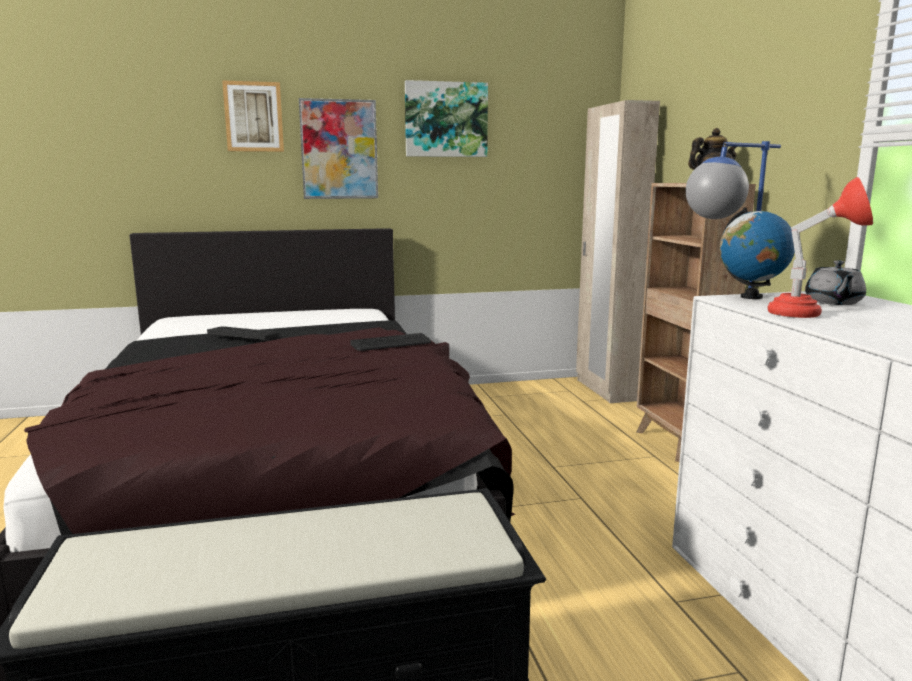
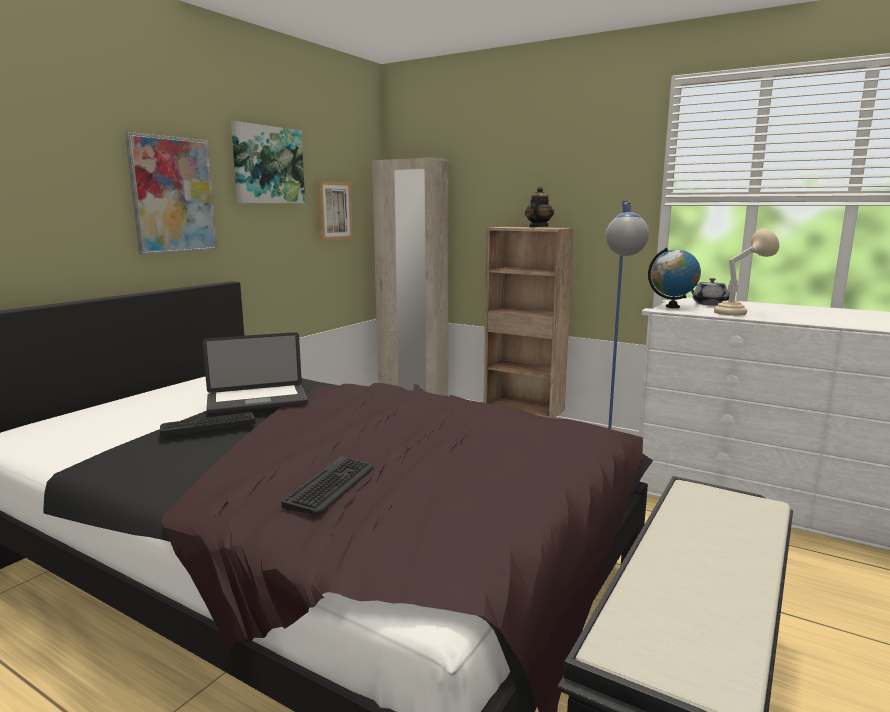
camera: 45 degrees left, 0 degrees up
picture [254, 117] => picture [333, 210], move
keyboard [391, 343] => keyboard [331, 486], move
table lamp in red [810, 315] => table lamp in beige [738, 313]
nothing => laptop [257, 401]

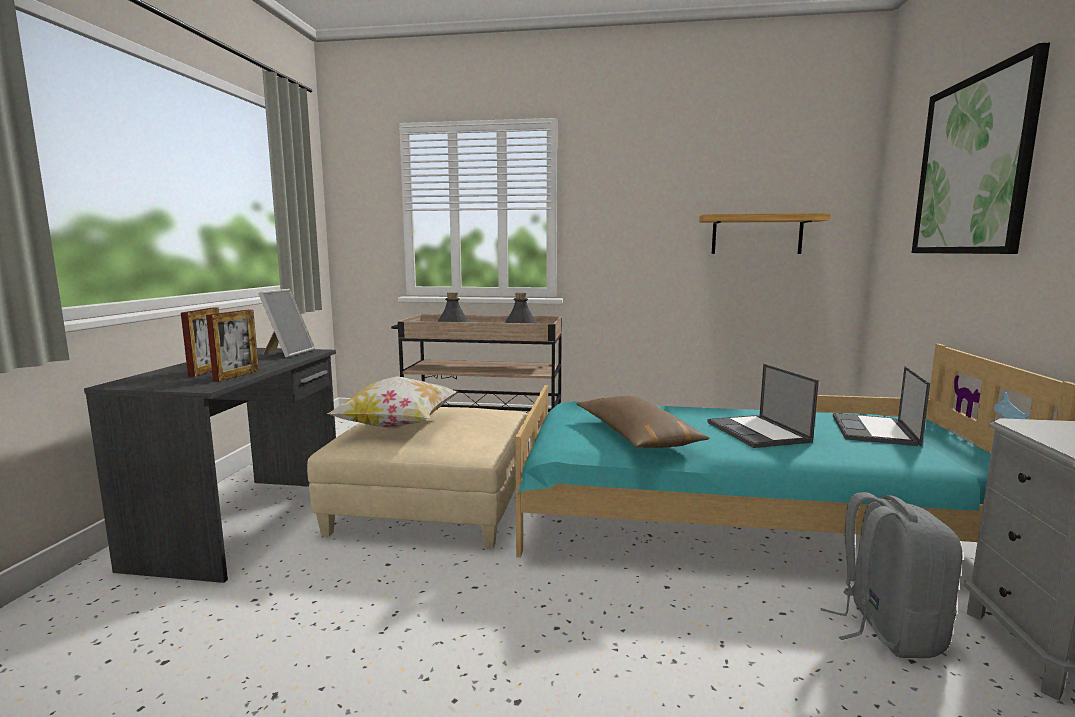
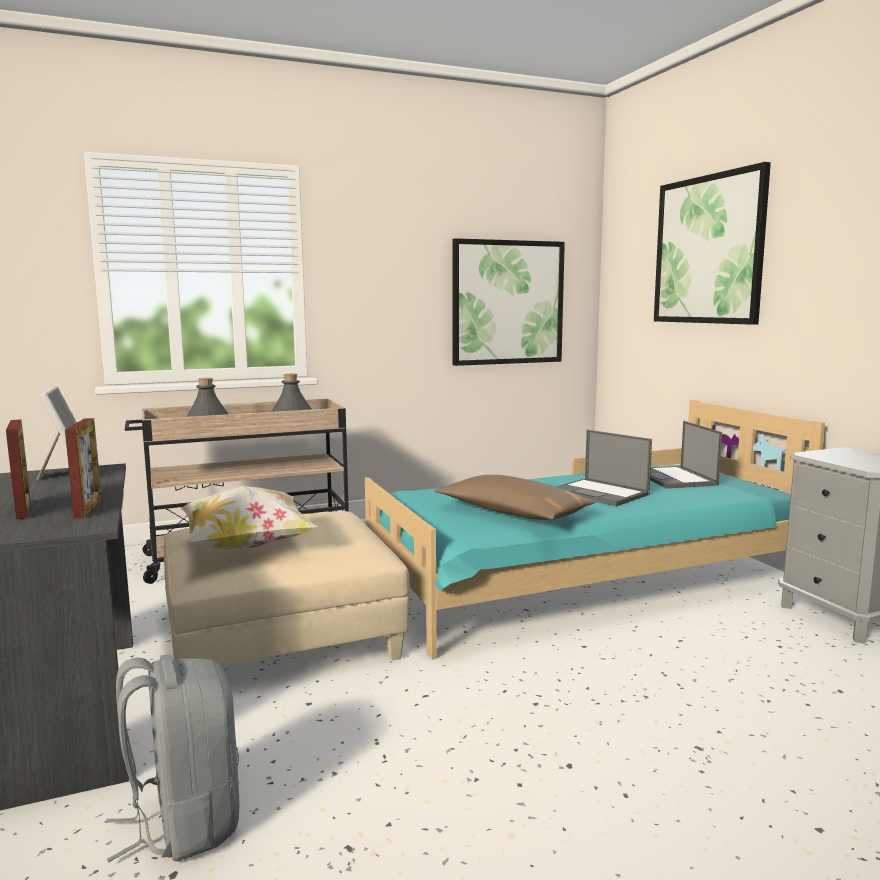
camera: 30 degrees left, 0 degrees up
shelf [756, 234] => picture [507, 302]
backpack in grey [886, 630] => backpack in grey [184, 822], move

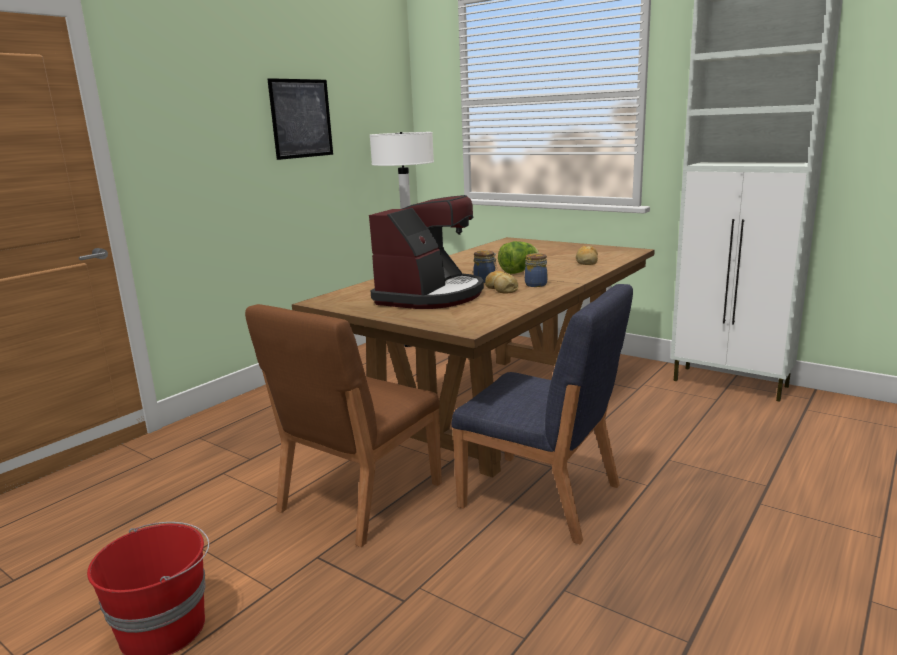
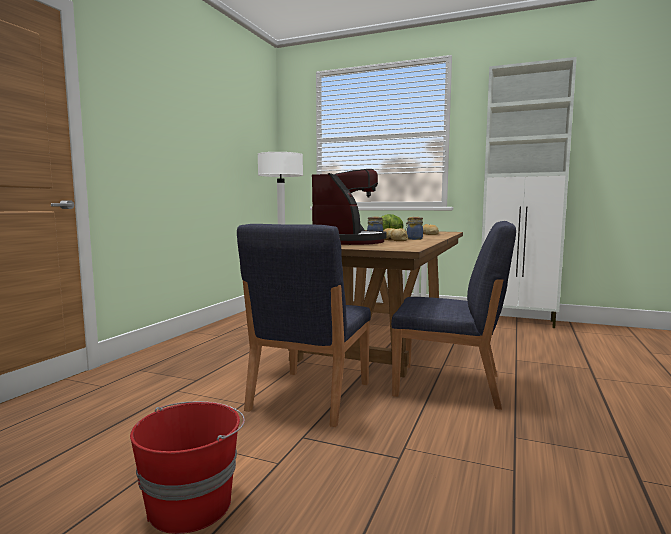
camera: 15 degrees left, 10 degrees down
chair in brown [358, 497] => chair in blue [309, 397]
picture [301, 118] => nothing

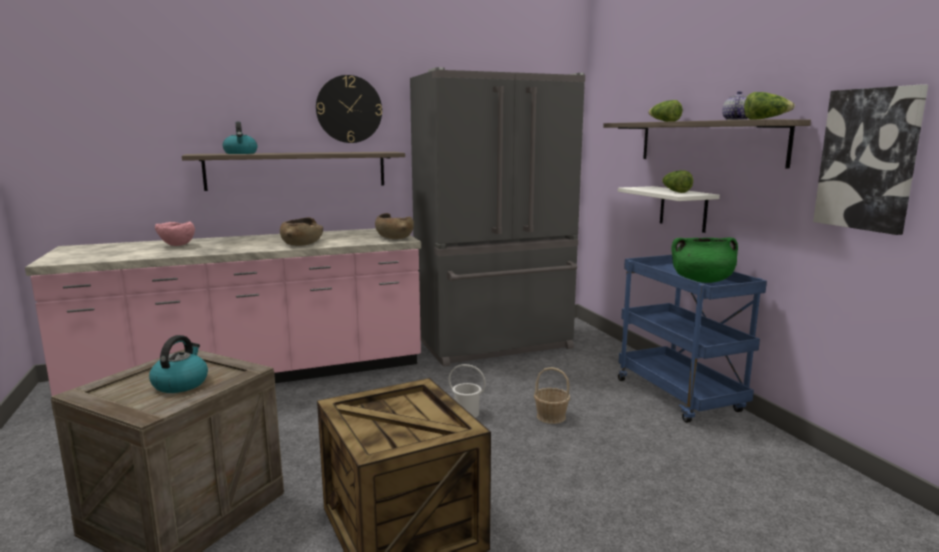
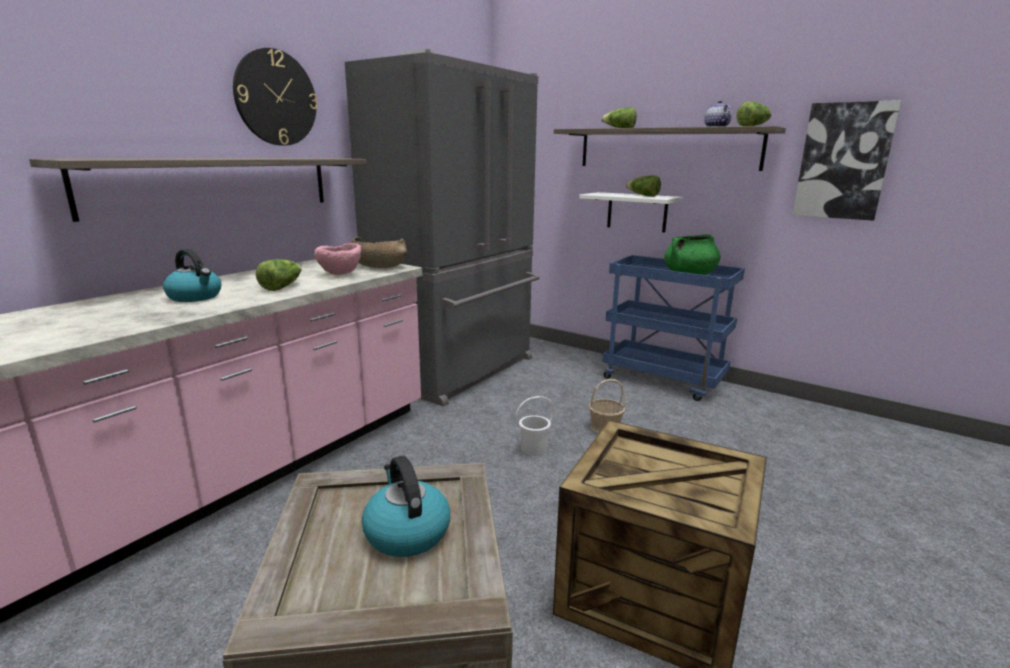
camera: 35 degrees left, 5 degrees up
bowl in pink [176, 246] => bowl in pink [340, 275], move
kettle [241, 153] => kettle [195, 297], move
bowl in brown [302, 243] => lettuce [282, 287]

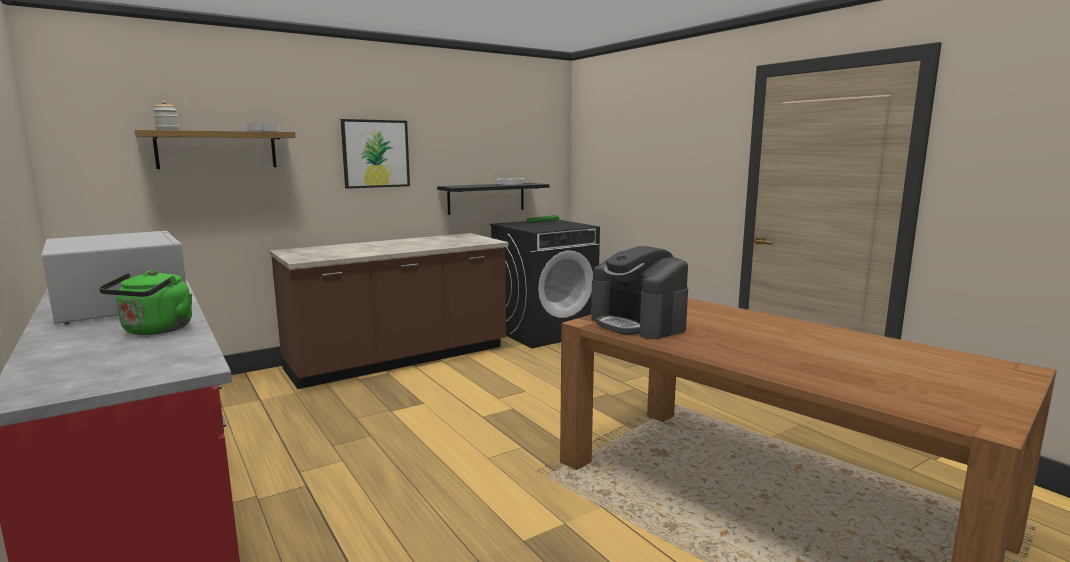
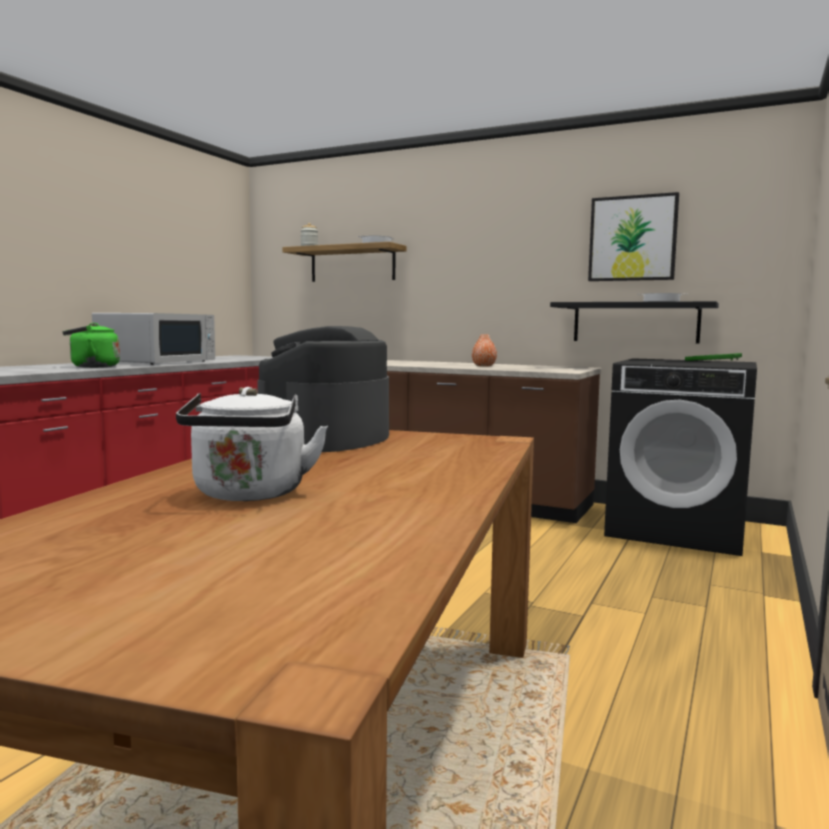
camera: 60 degrees right, 5 degrees down
picture [375, 153] => picture [632, 238], move
nothing => kettle in white [249, 495]
nothing => vase in orange [484, 366]

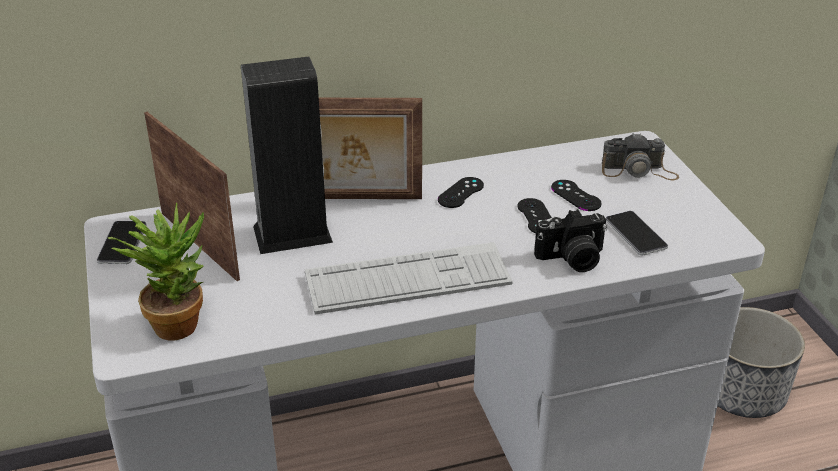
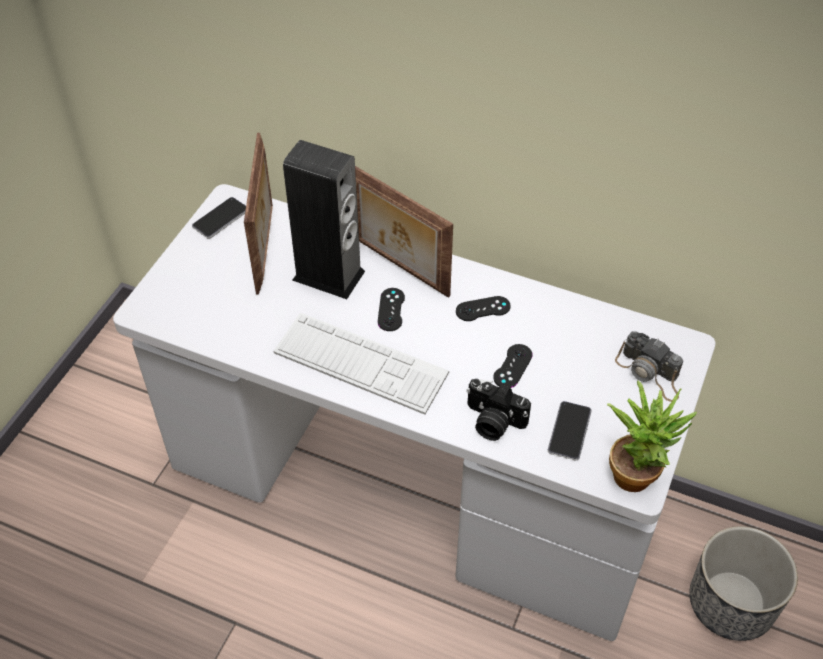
camera: 40 degrees right, 15 degrees up
potted plant [178, 320] => potted plant [637, 471], move
game controller in black [576, 196] => game controller in black [391, 309], move

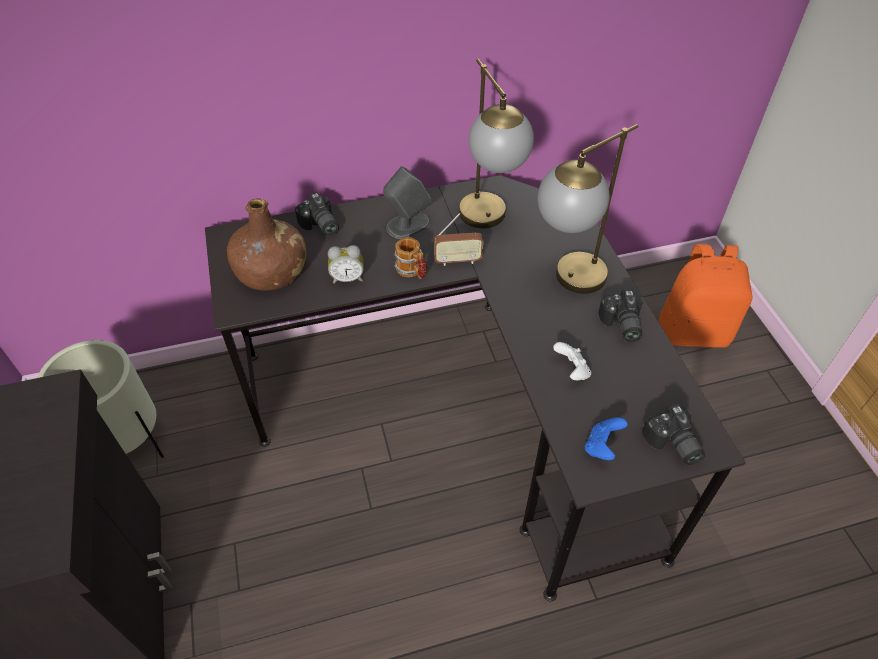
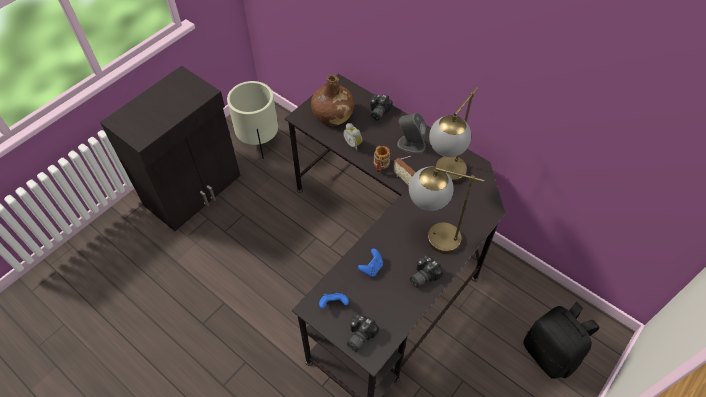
camera: 55 degrees right, 5 degrees up
game controller in white [571, 371] => game controller in blue [371, 268]
backpack in orange [694, 331] => backpack in black [550, 353]

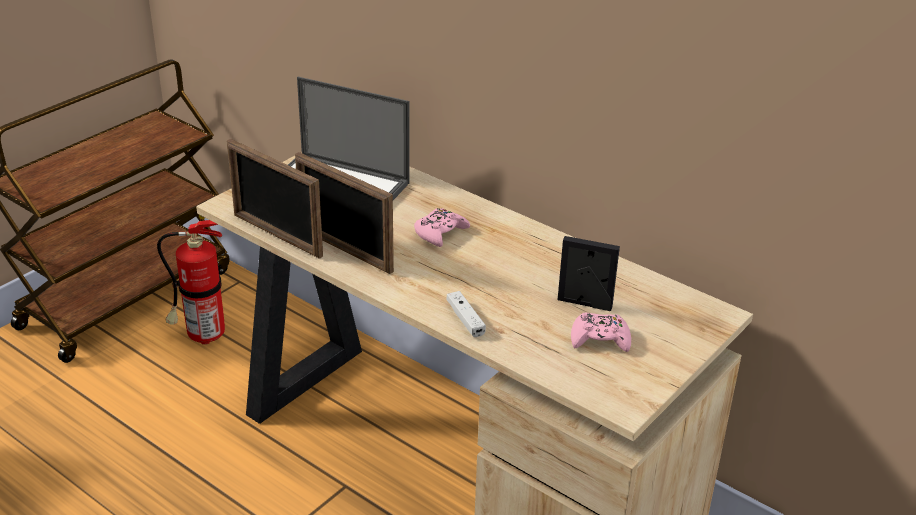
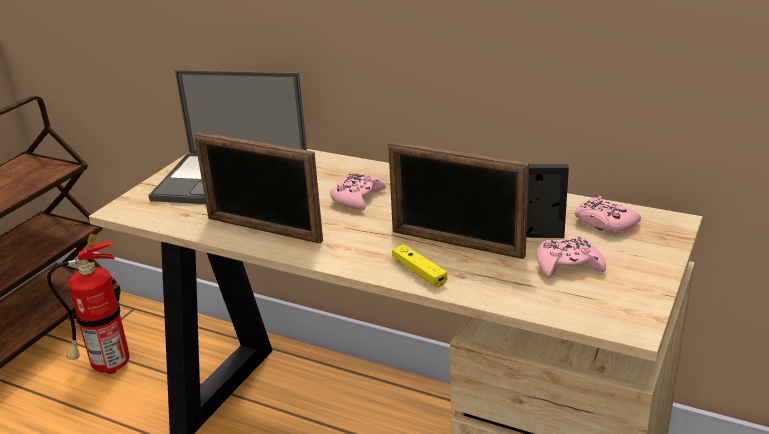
camera: 10 degrees left, 5 degrees down
picture frame [277, 235] => picture frame [456, 244], move
game controller in white [465, 319] => game controller in yellow [419, 272]
nothing => game controller in pink [604, 223]

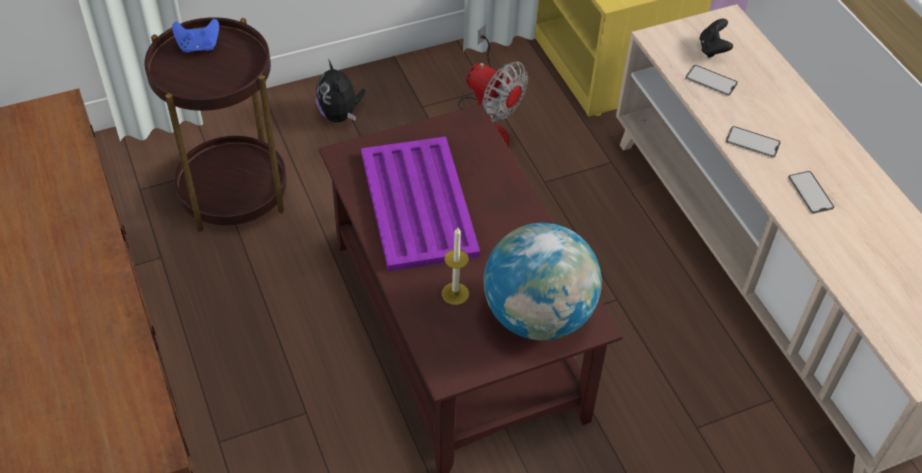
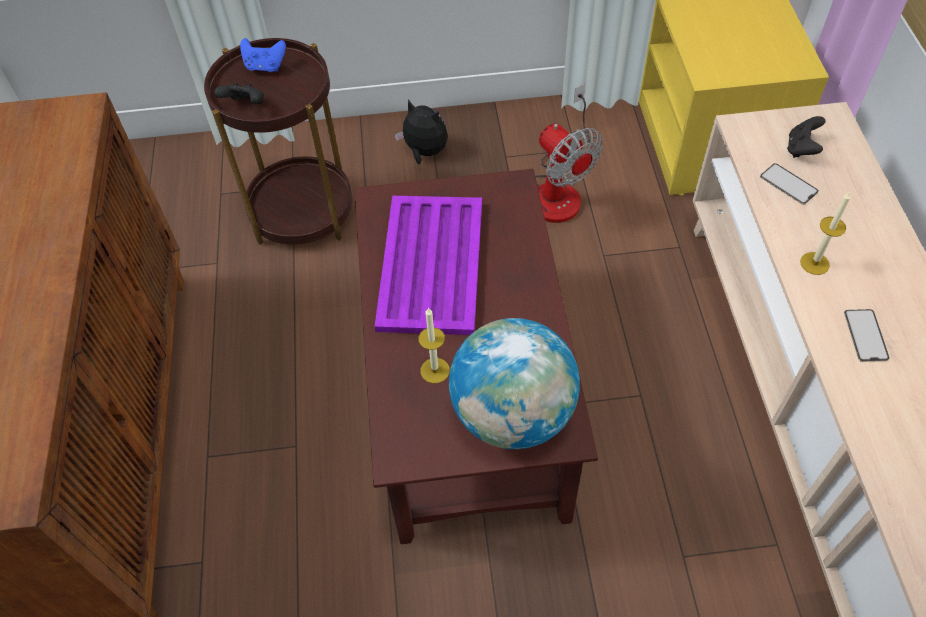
camera: 20 degrees right, 5 degrees up
plush toy [340, 115] => plush toy [424, 152], 120 degrees clockwise
phone [752, 142] => candle [814, 263]
nothing => game controller in black [245, 105]

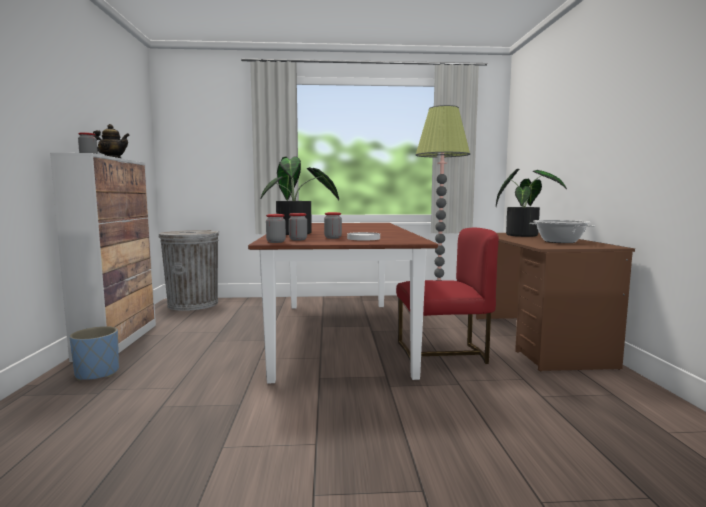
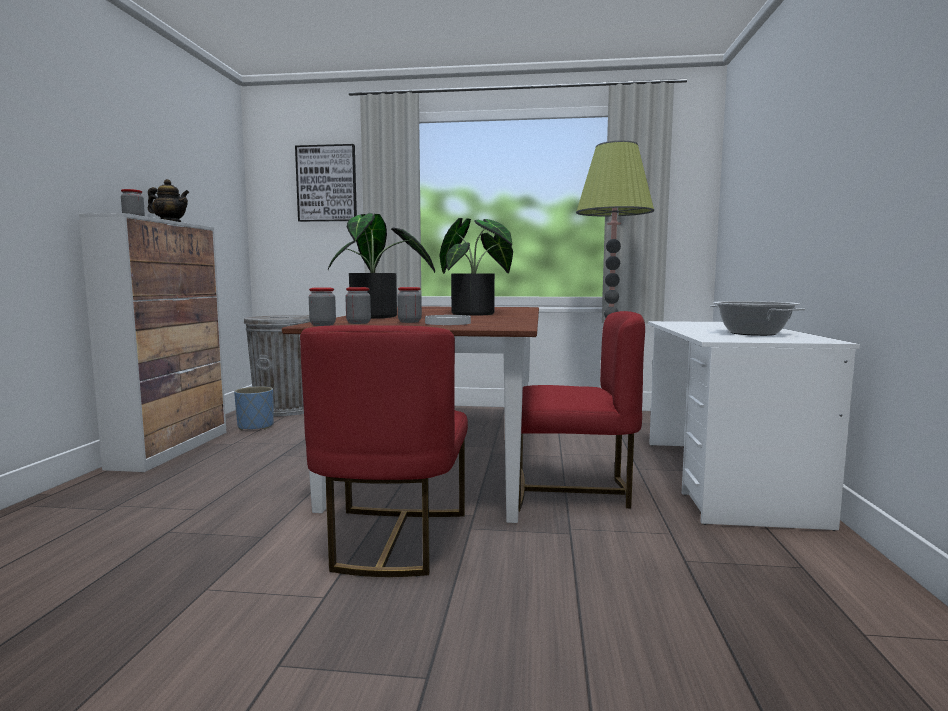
camera: 10 degrees right, 0 degrees up
planter in blue [97, 373] => planter in blue [256, 426], move
desk in brown [536, 340] => desk in white [723, 479]
potted plant [524, 235] => potted plant [478, 314], move
nothing => picture [327, 183]
nothing => chair in red [392, 540]

